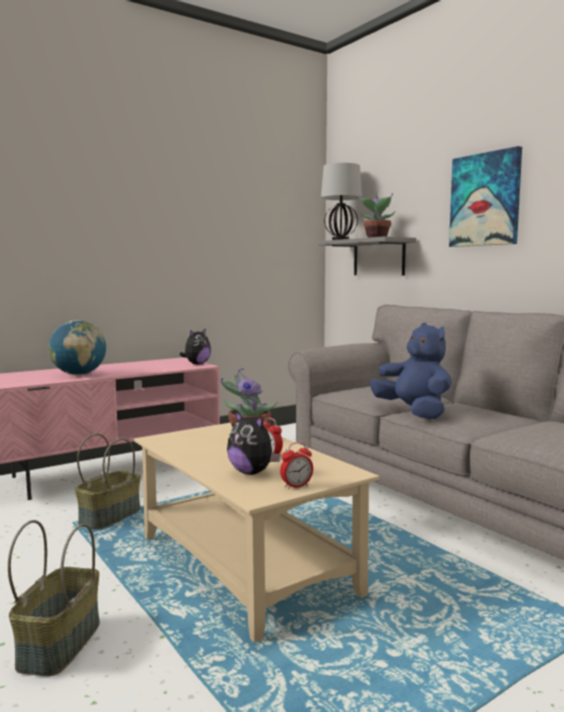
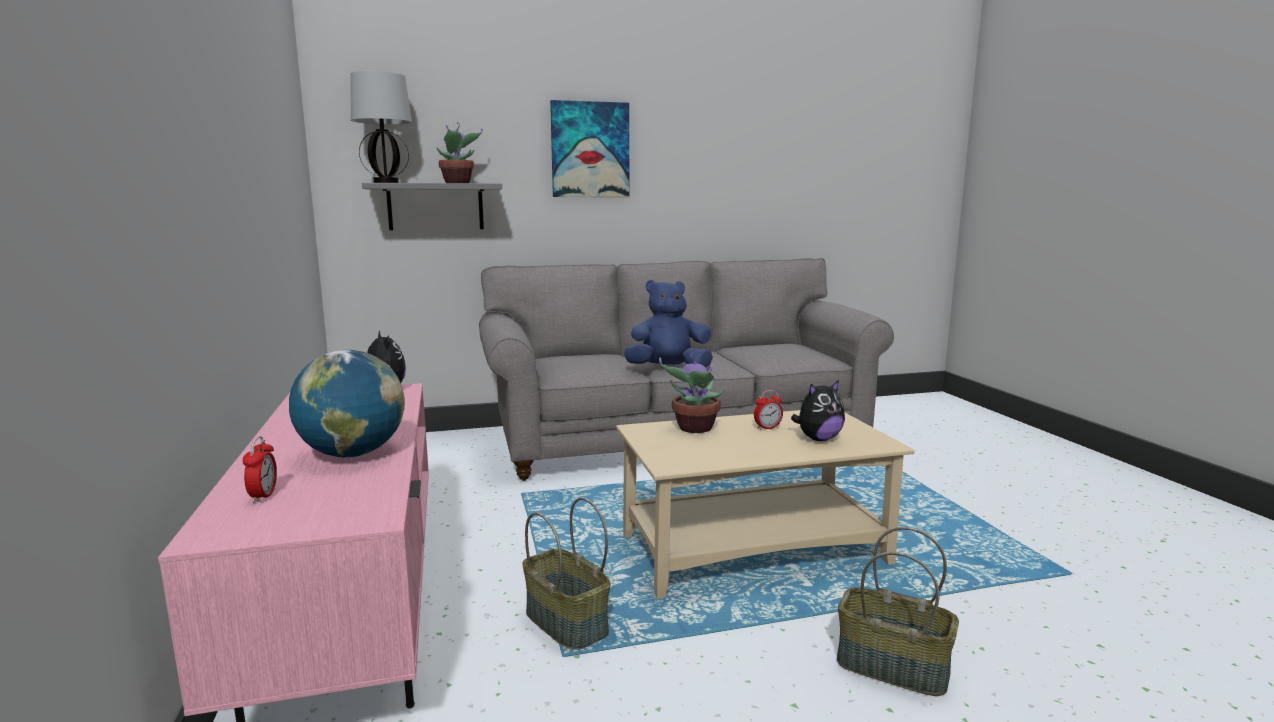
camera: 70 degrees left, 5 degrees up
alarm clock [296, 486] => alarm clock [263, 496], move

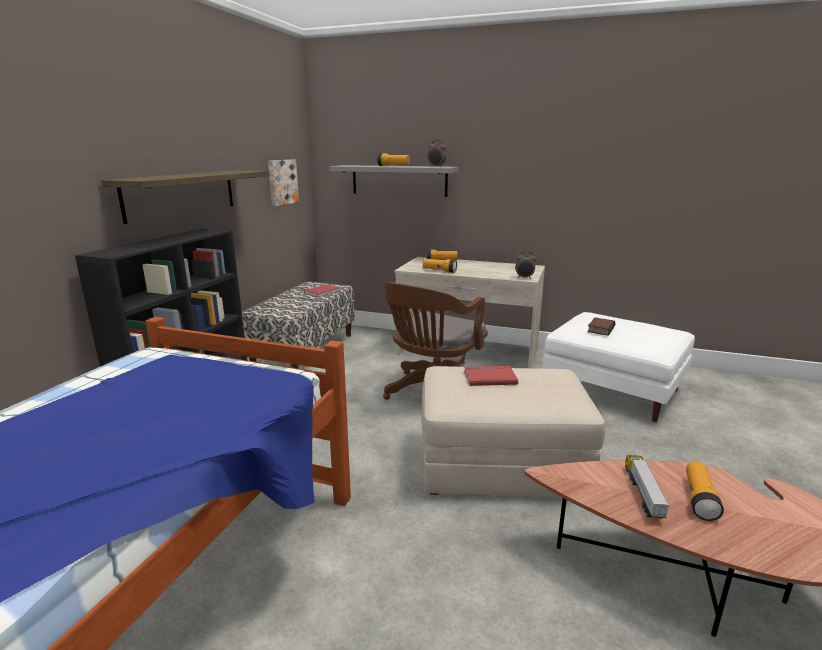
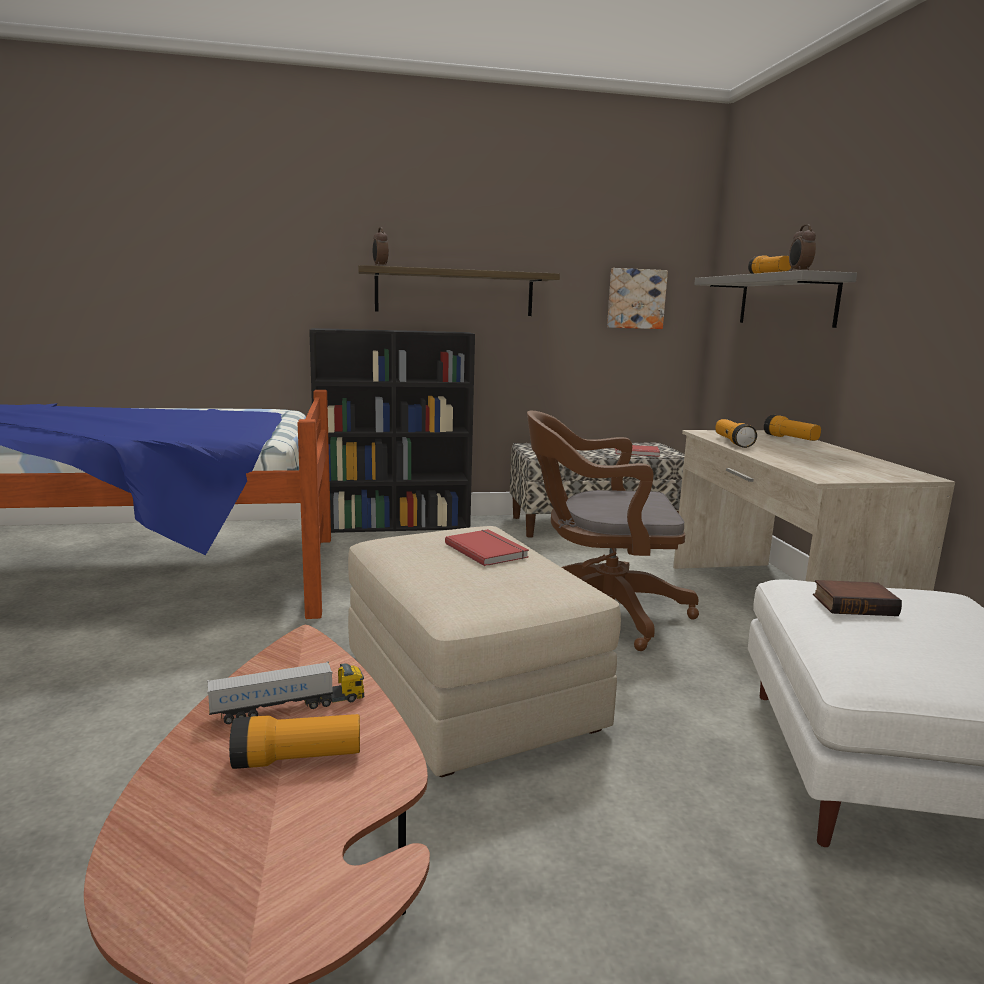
camera: 60 degrees right, 5 degrees down
alarm clock [524, 278] => alarm clock [380, 266], move

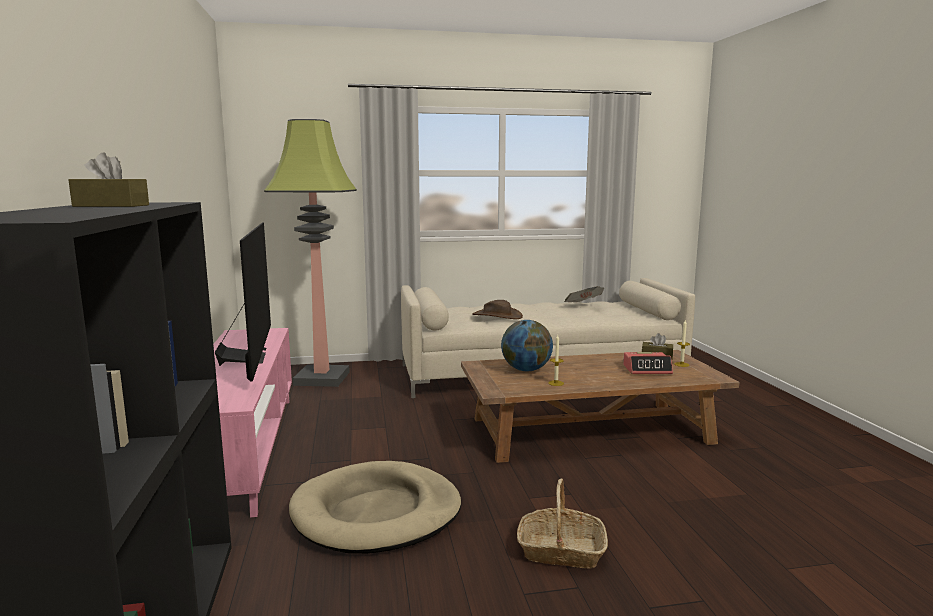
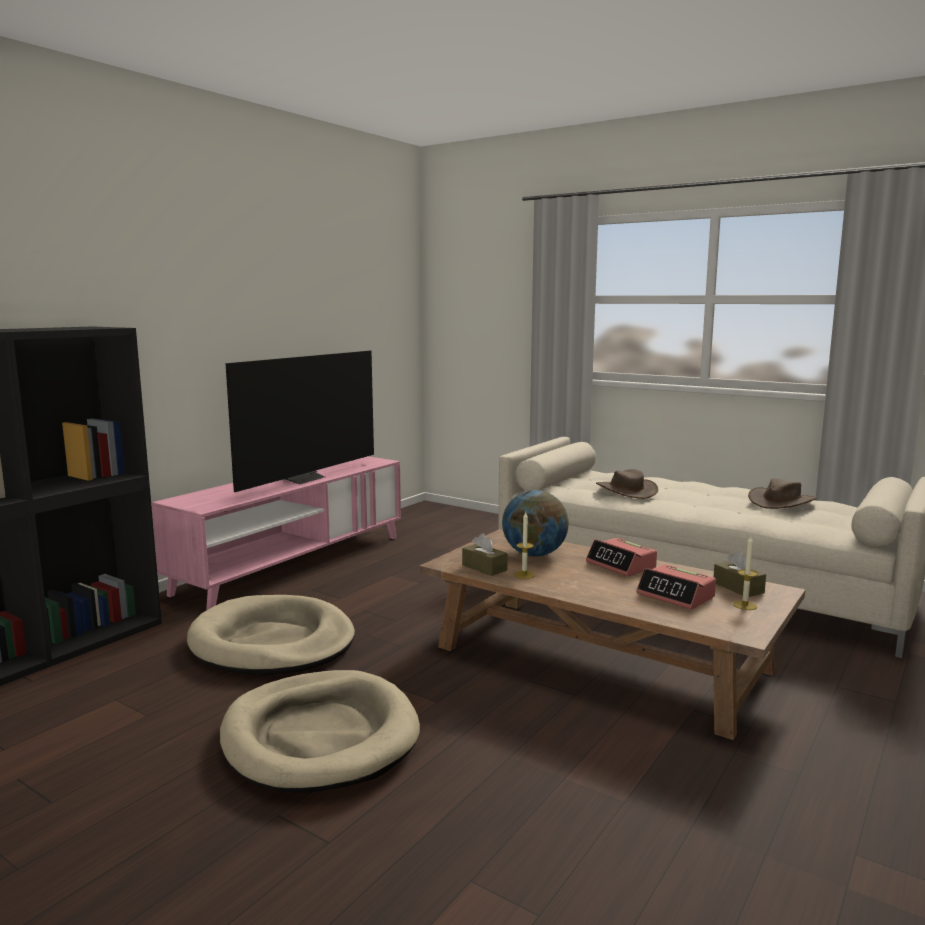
camera: 45 degrees right, 0 degrees up
tissue box in brown [111, 206] => tissue box in brown [484, 568], move
floor lamp [321, 378] => nothing
basket [561, 551] => dog bed in beige [320, 736]
newspaper [583, 305] => hat in brown [781, 501]
nothing => alarm clock [621, 565]

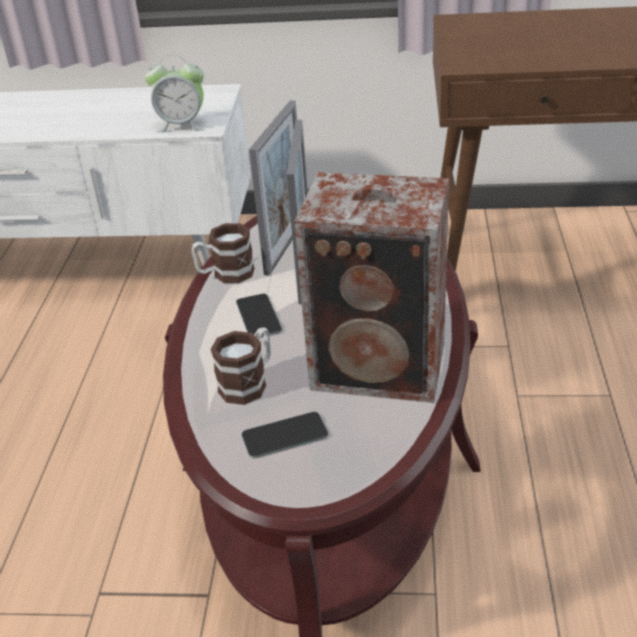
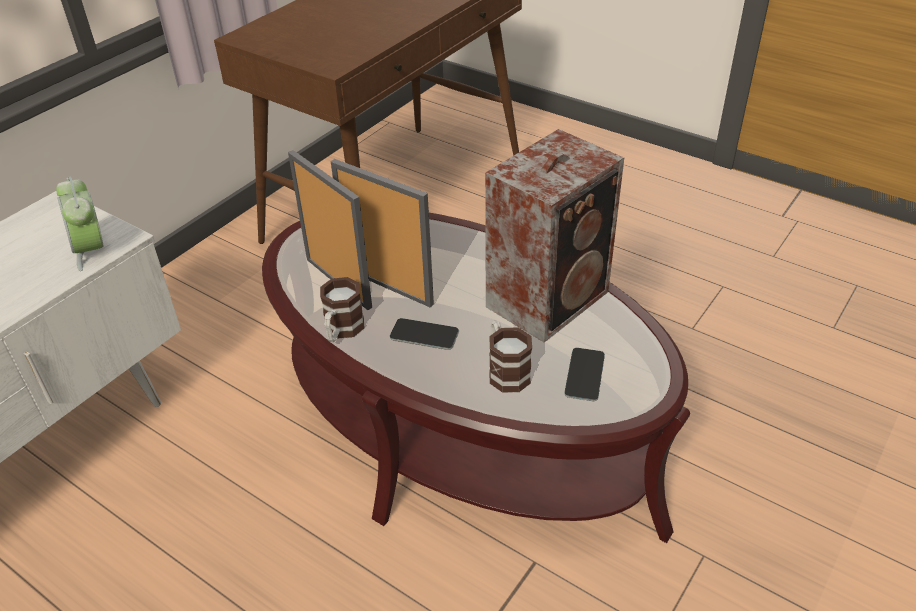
camera: 60 degrees left, 5 degrees up
alarm clock [182, 125] => alarm clock [91, 251], 120 degrees clockwise

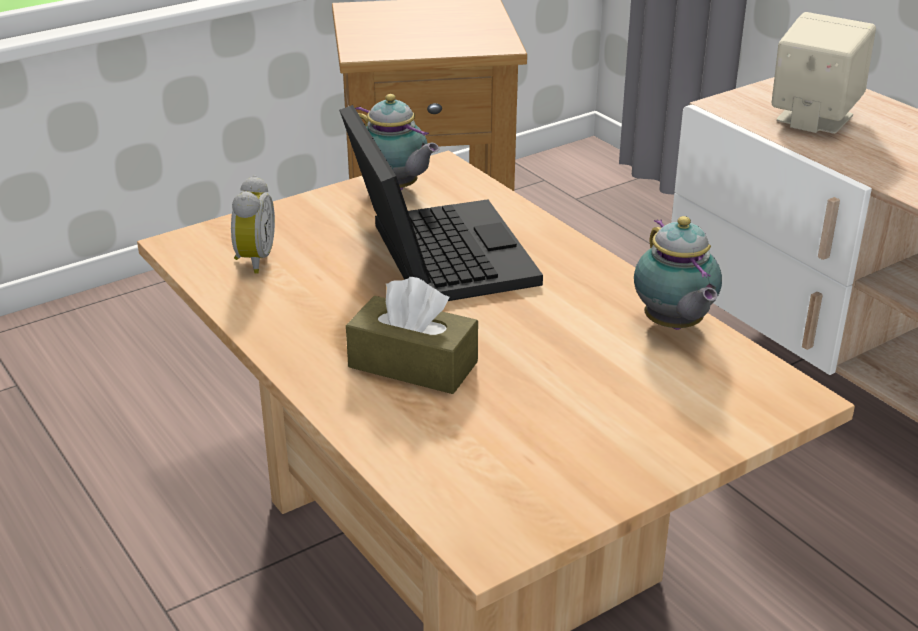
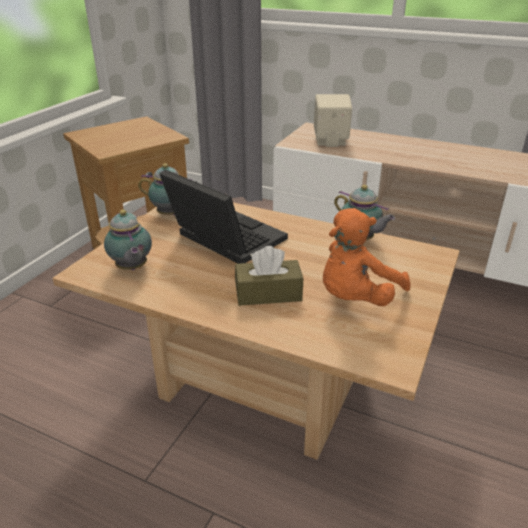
camera: 30 degrees left, 0 degrees up
alarm clock [252, 260] => teapot [132, 268]
nothing => plush toy in orange [356, 298]

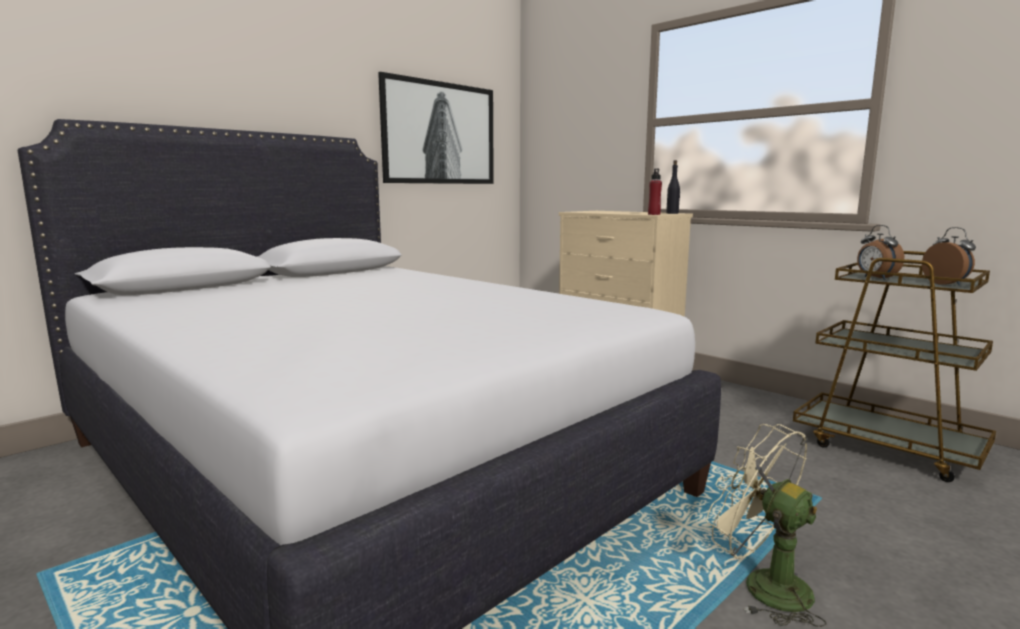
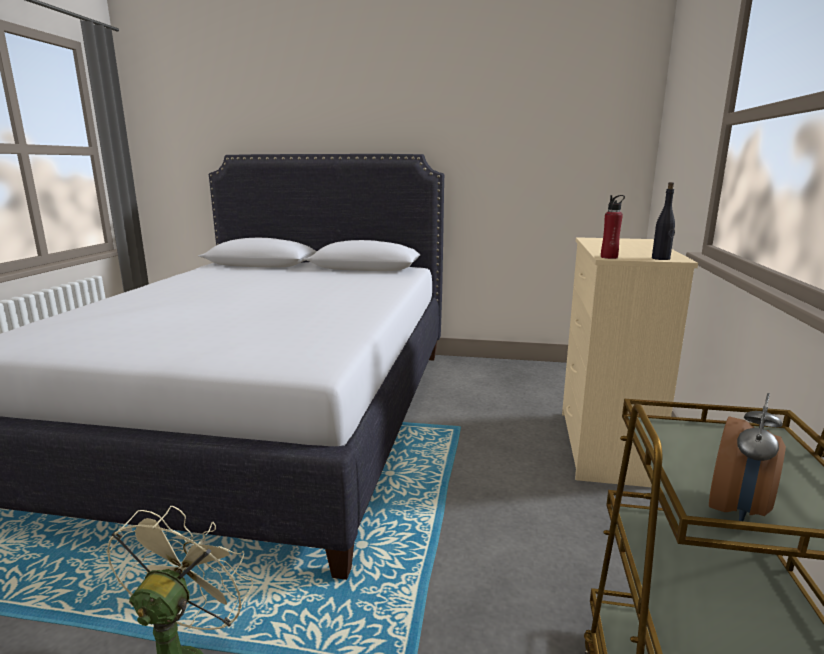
camera: 55 degrees right, 5 degrees up
picture [439, 133] => nothing
alarm clock [875, 278] => nothing

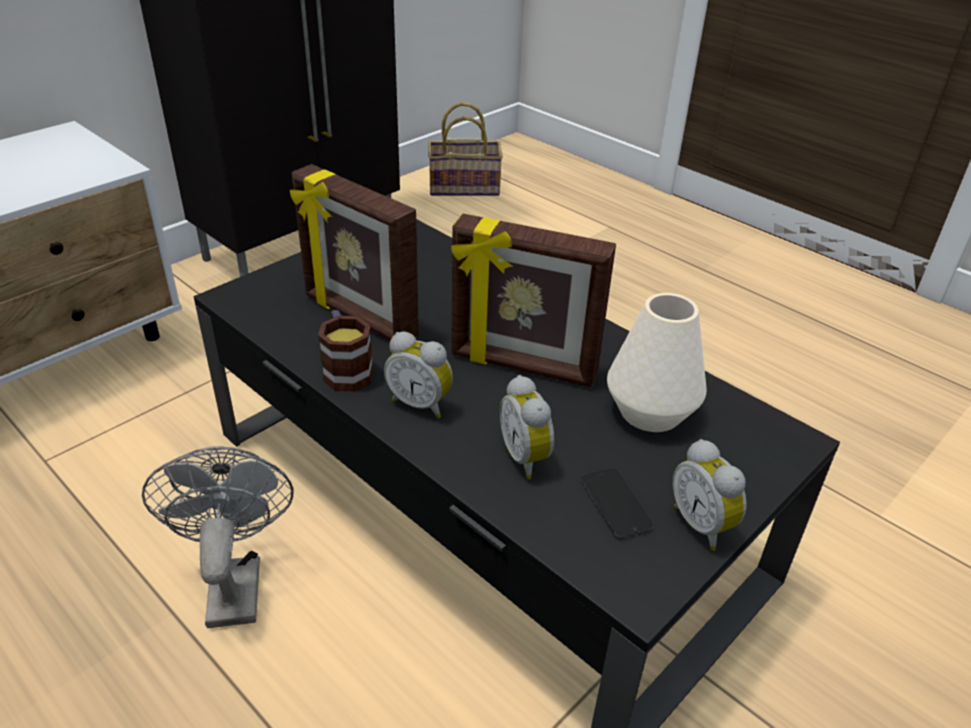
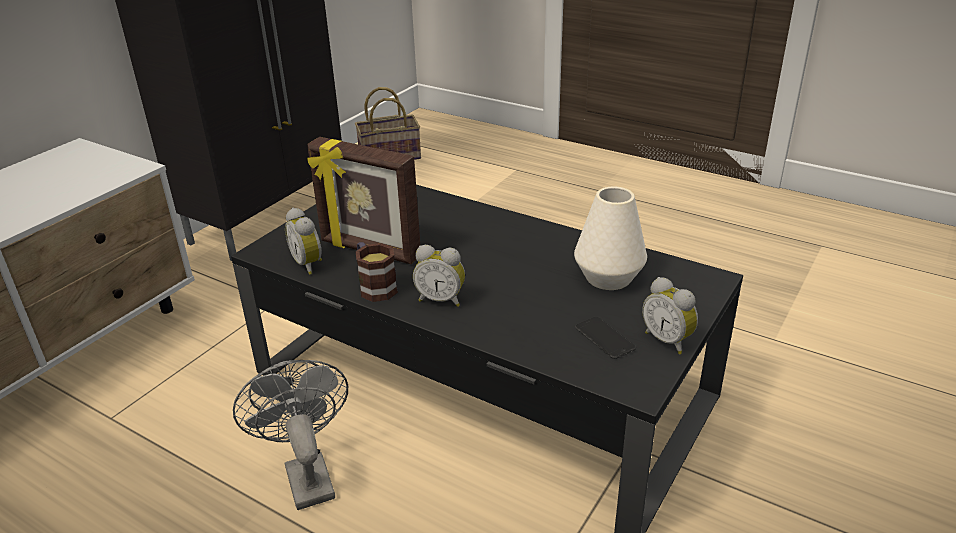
camera: 10 degrees left, 5 degrees down
picture frame [522, 366] => nothing
alarm clock [527, 457] => alarm clock [309, 264], move

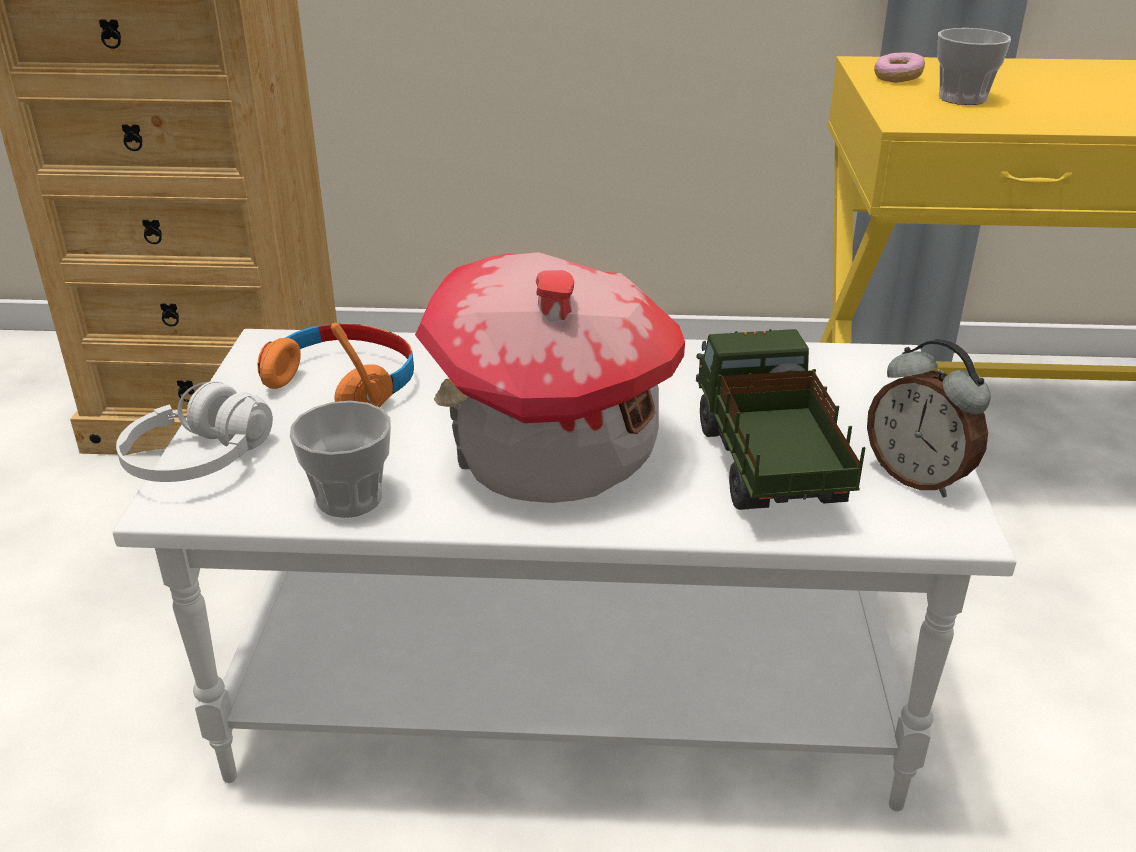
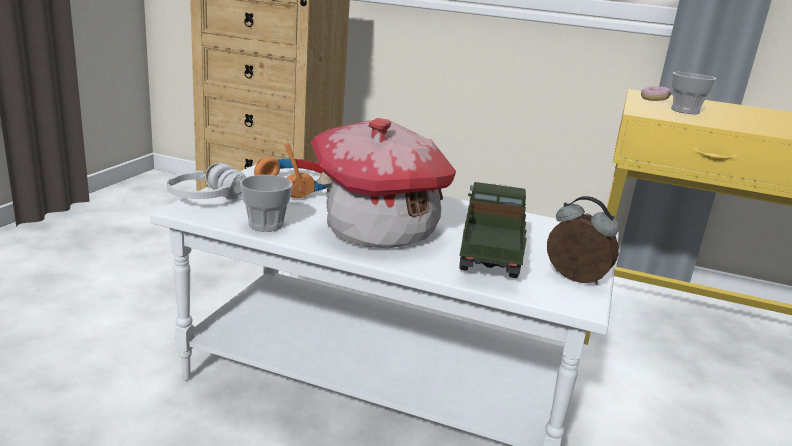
camera: 15 degrees right, 10 degrees down
alarm clock [918, 477] => alarm clock [574, 280], 150 degrees clockwise

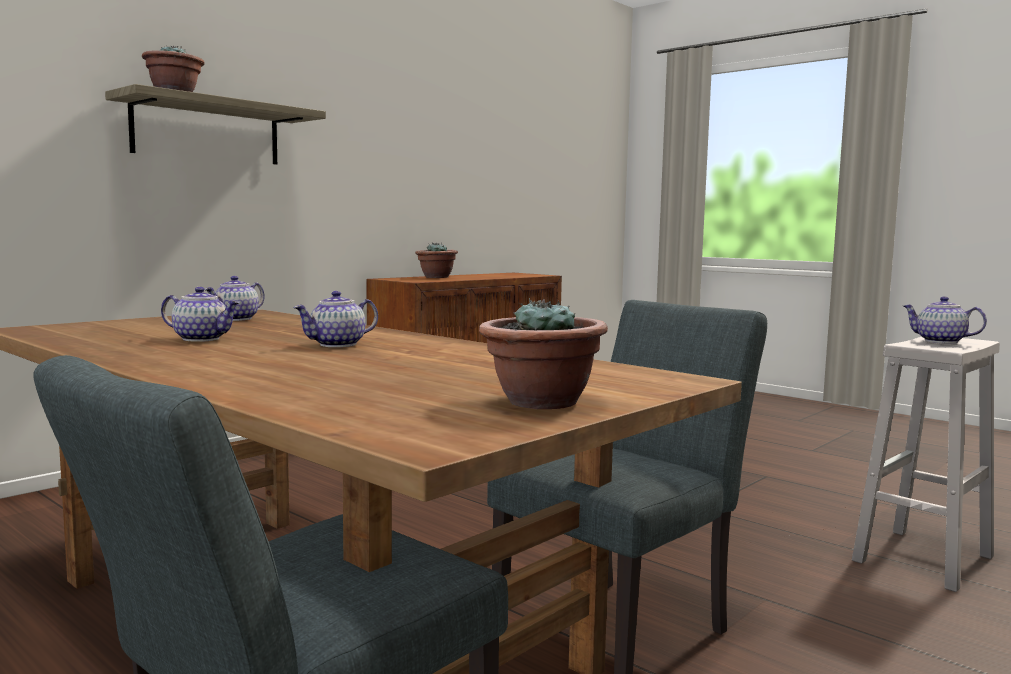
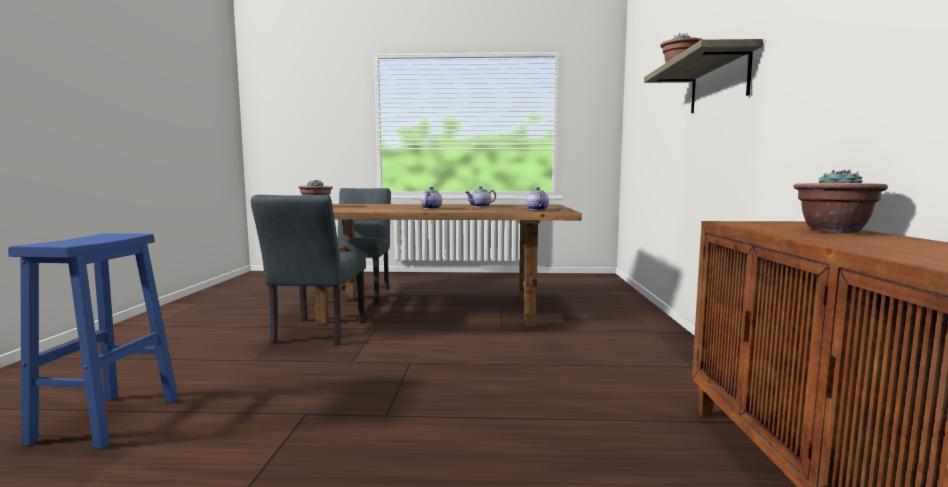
camera: 140 degrees right, 0 degrees up
stool in white [923, 559] => stool in blue [108, 419]
teapot [940, 341] => nothing

